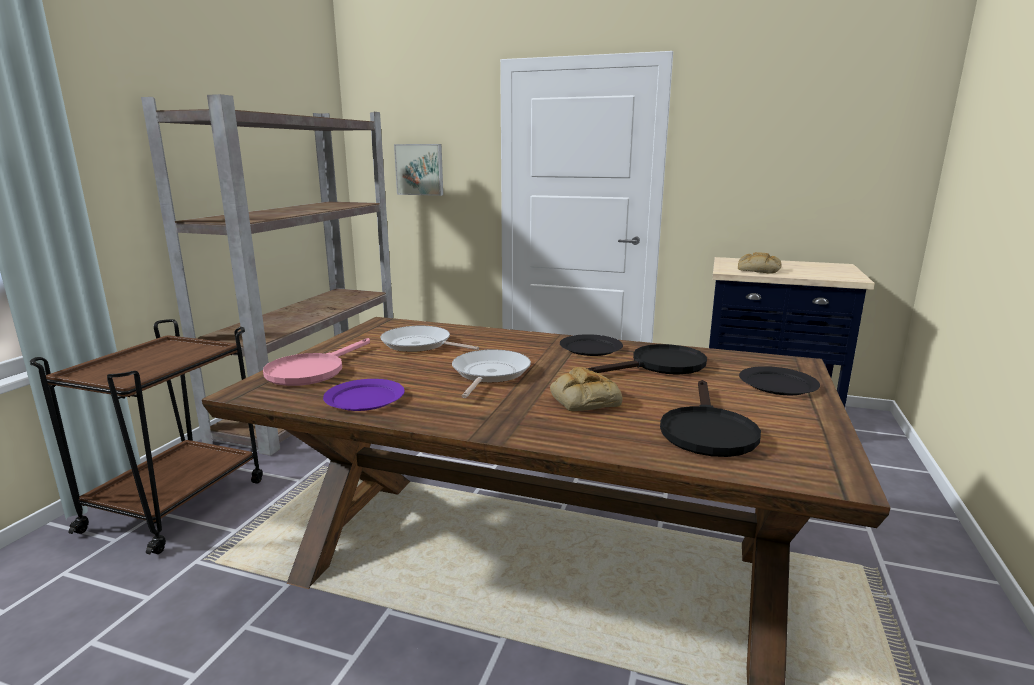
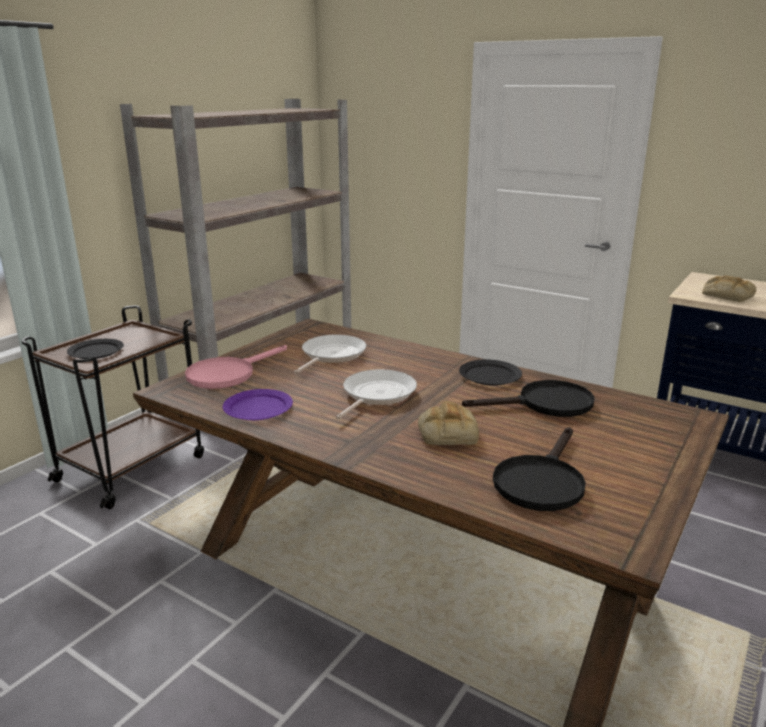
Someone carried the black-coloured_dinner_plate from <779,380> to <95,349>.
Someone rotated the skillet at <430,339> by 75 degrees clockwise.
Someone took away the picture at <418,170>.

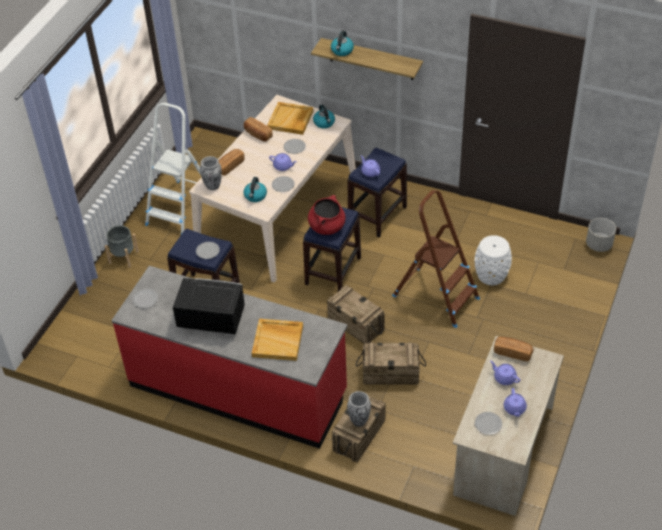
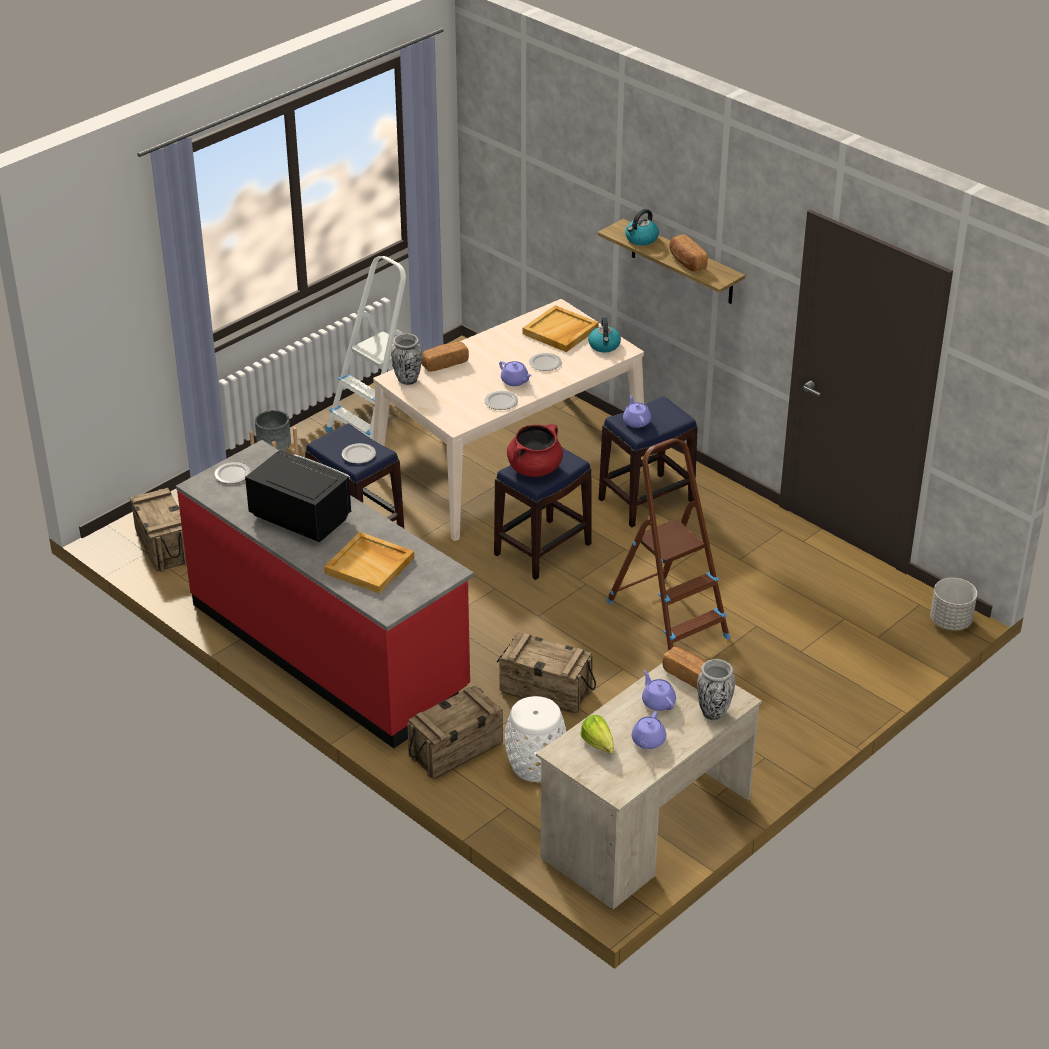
Someone carried the shipping_crate from <356,314> to <158,530>.
Someone carried the whitish_stool from <493,260> to <535,739>.
Someone swapped the dinner_plate at <488,423> for the lettuce at <597,734>.
Someone carried the bread from <258,129> to <688,253>.
Someone carried the vase from <359,409> to <716,689>.
Someone took away the tea_kettle at <255,189>.

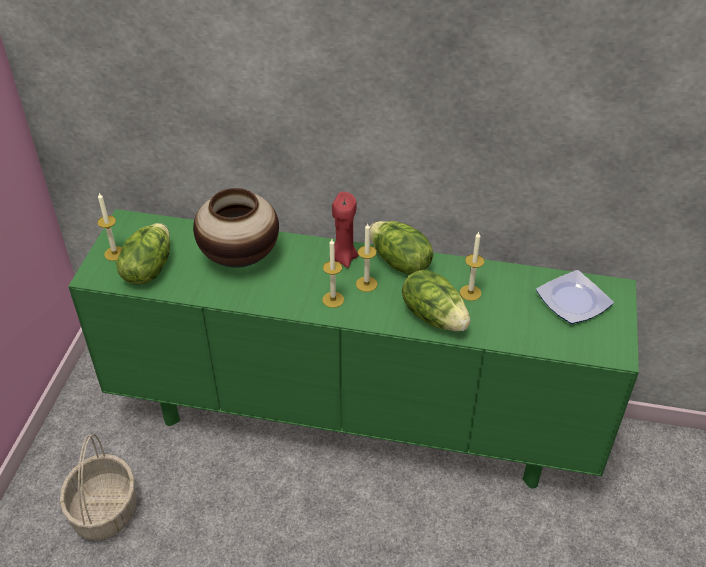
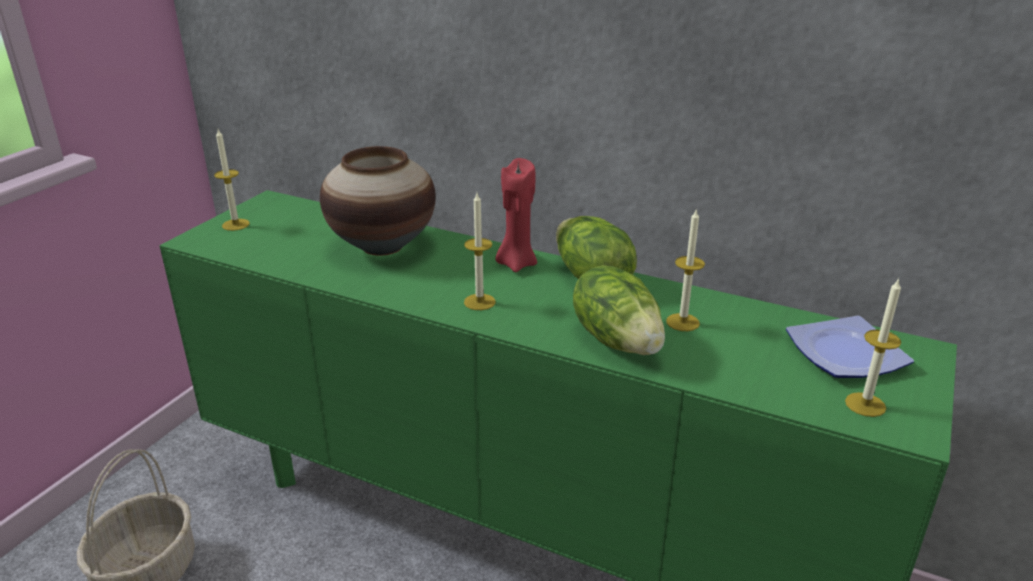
Someone carried the candle from <366,257> to <873,347>.
Someone took away the lettuce at <143,253>.

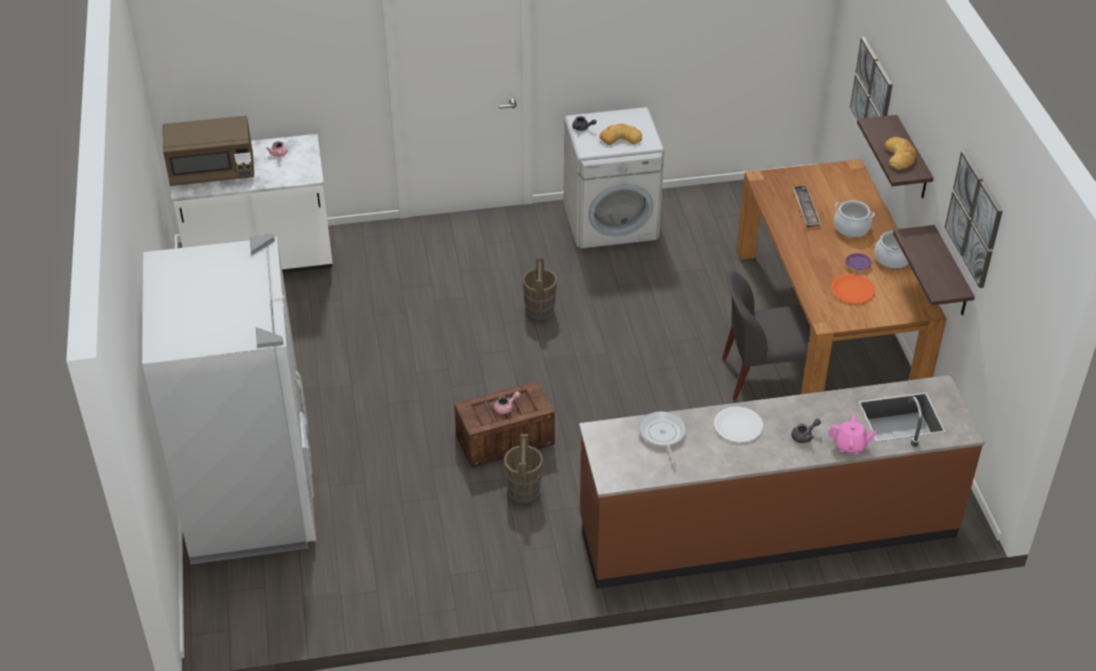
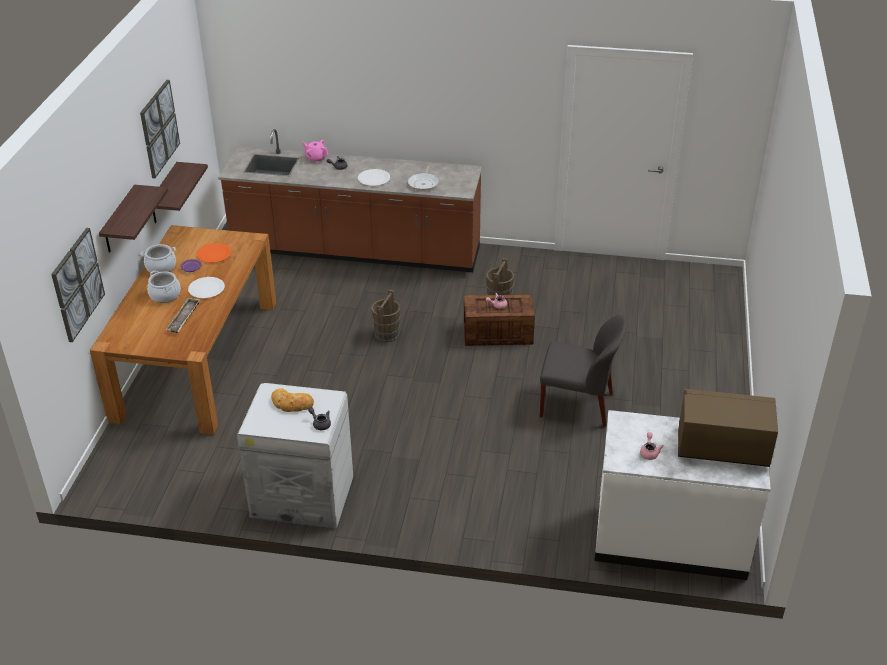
Someone put down the whitish_dinner_plate at <206,287>.
Someone carried the brownish_bucket from <539,288> to <385,316>.
Someone carried the gray_plain_chair from <766,335> to <583,371>.
Someone took away the whitish_fridge at <229,399>.
Someone took away the bread at <901,153>.

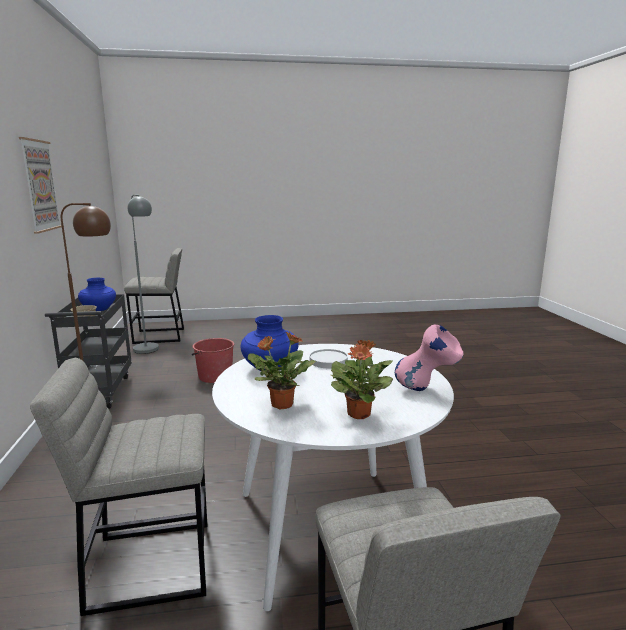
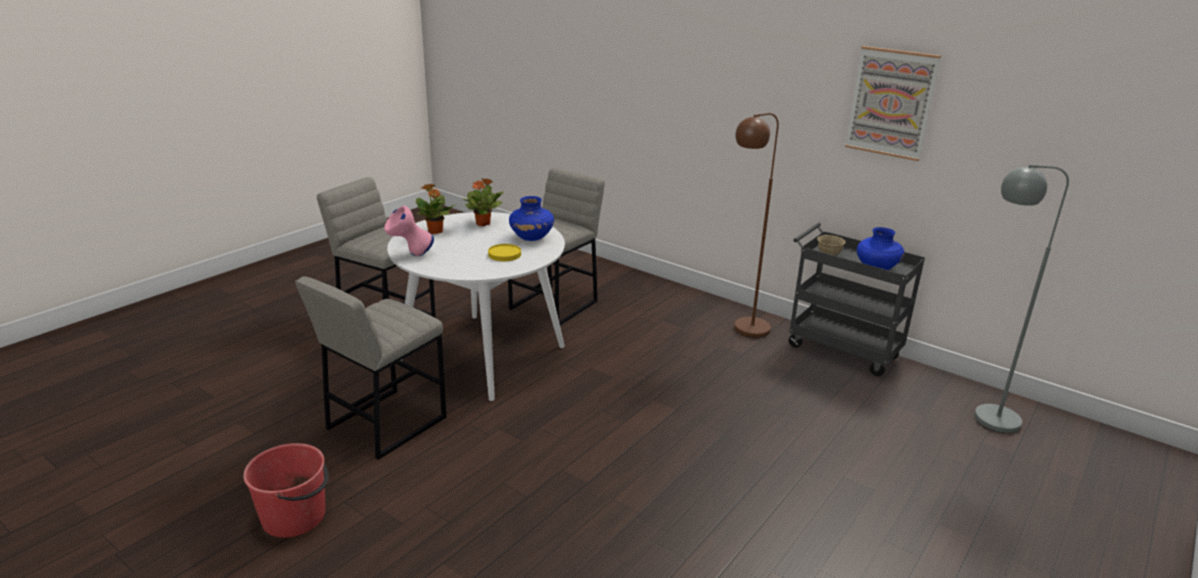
Someone carried the reddish_bucket from <213,360> to <286,490>.
Someone carried the gray_plain_chair from <154,296> to <370,368>.
Someone repainted the whitish_dinner_plate at <328,358>, which became the yellow-coloured_dinner_plate at <504,252>.

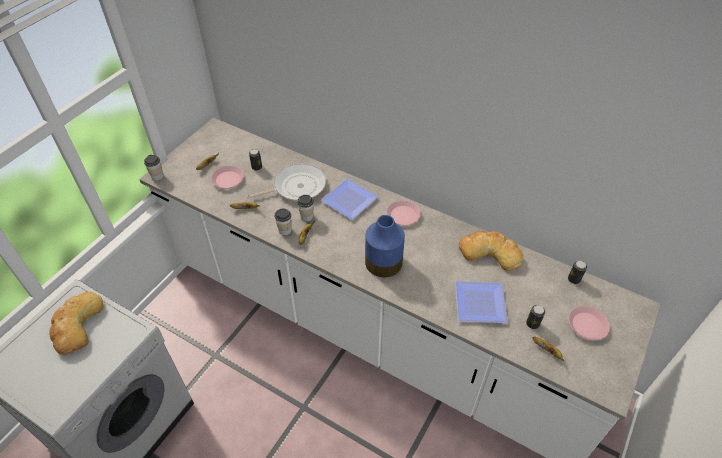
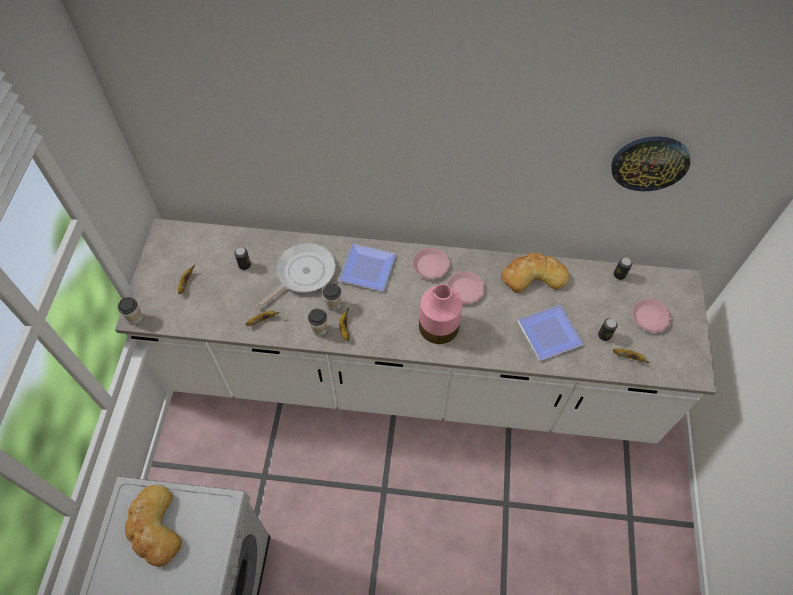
Someone repainted the blue_vase at <385,246>, which became the pink_vase at <441,314>.
Someone carried the pink_dinner_plate from <227,177> to <466,287>.
Someone put up the clock_on_the_wall at <650,163>.

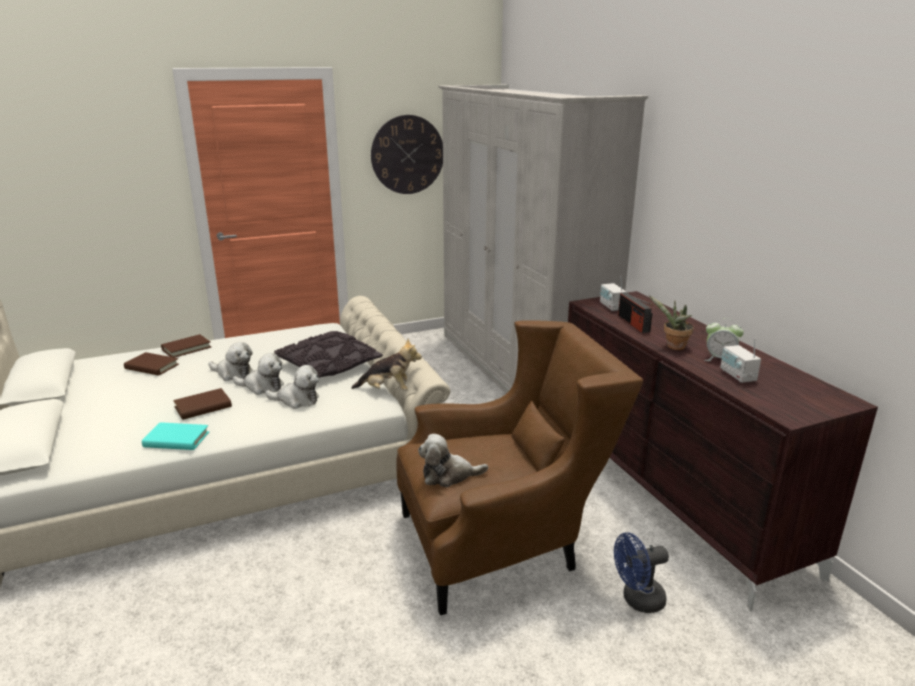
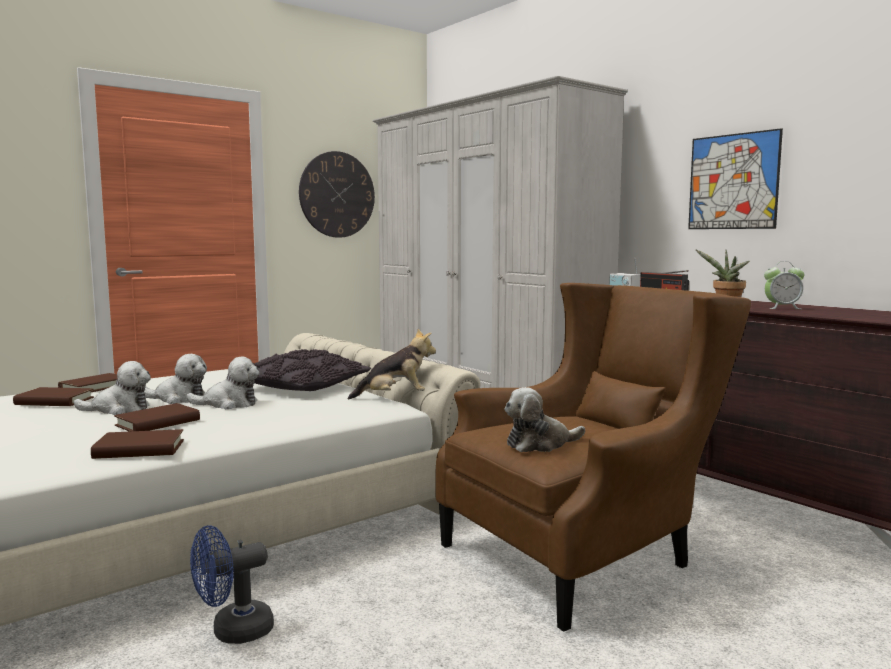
Someone carried the cuddly_toy from <292,387> to <112,388>.
Someone repainted the turquoise-coloured_bound_book at <175,436>, which became the brownish_bound_book at <137,444>.
Someone carried the blue_cooling_fan from <641,573> to <232,584>.
Someone put up the picture at <735,178>.
Someone took away the radio at <740,360>.

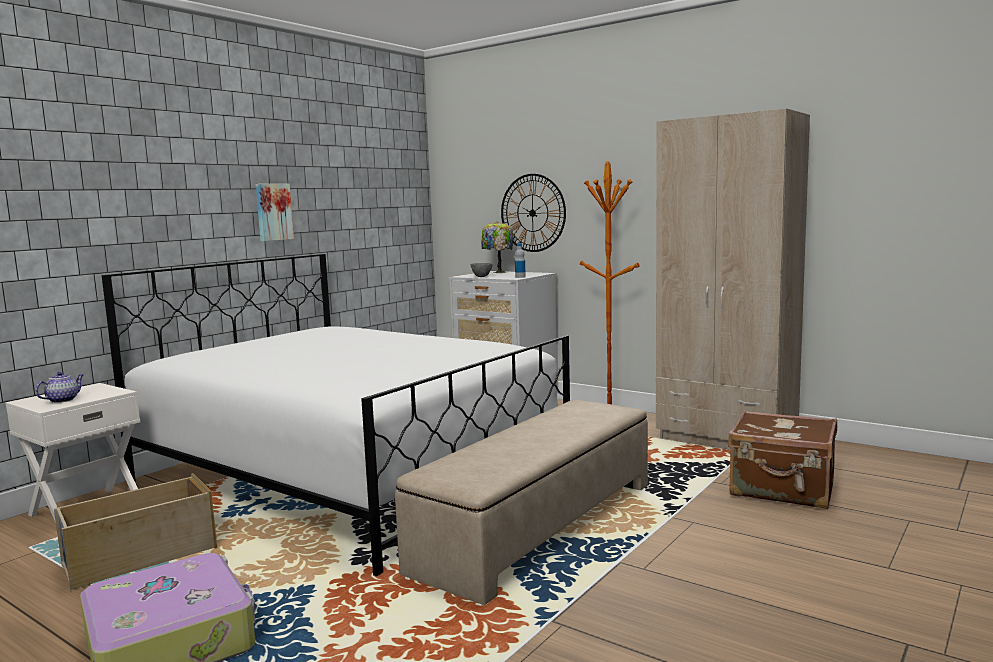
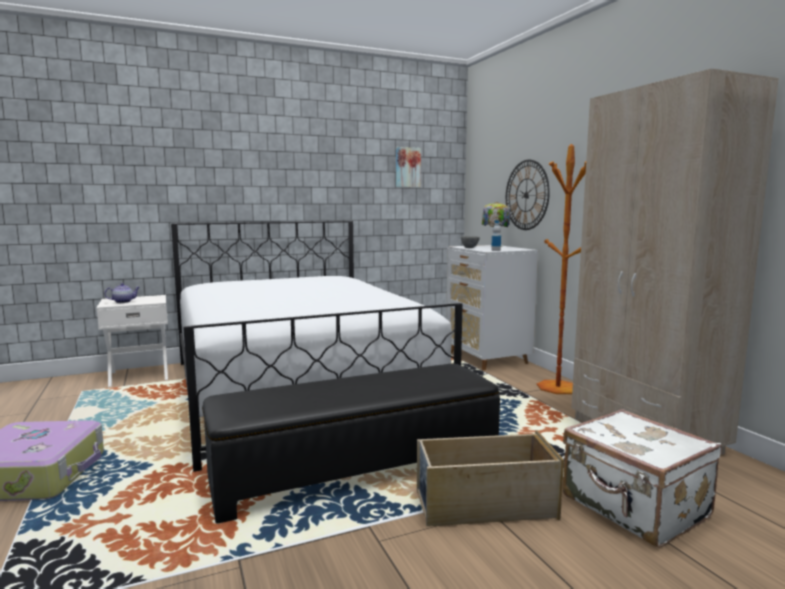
Someone repainted the beige-coloured_bench at <521,502>, which became the black-coloured_bench at <351,443>.
Someone carried the picture from <275,212> to <408,167>.
Someone carried the beige-coloured_storage_bin from <135,531> to <490,478>.
Someone repainted the brownish_piece_of_luggage at <782,459>, which became the whitish_piece_of_luggage at <642,478>.

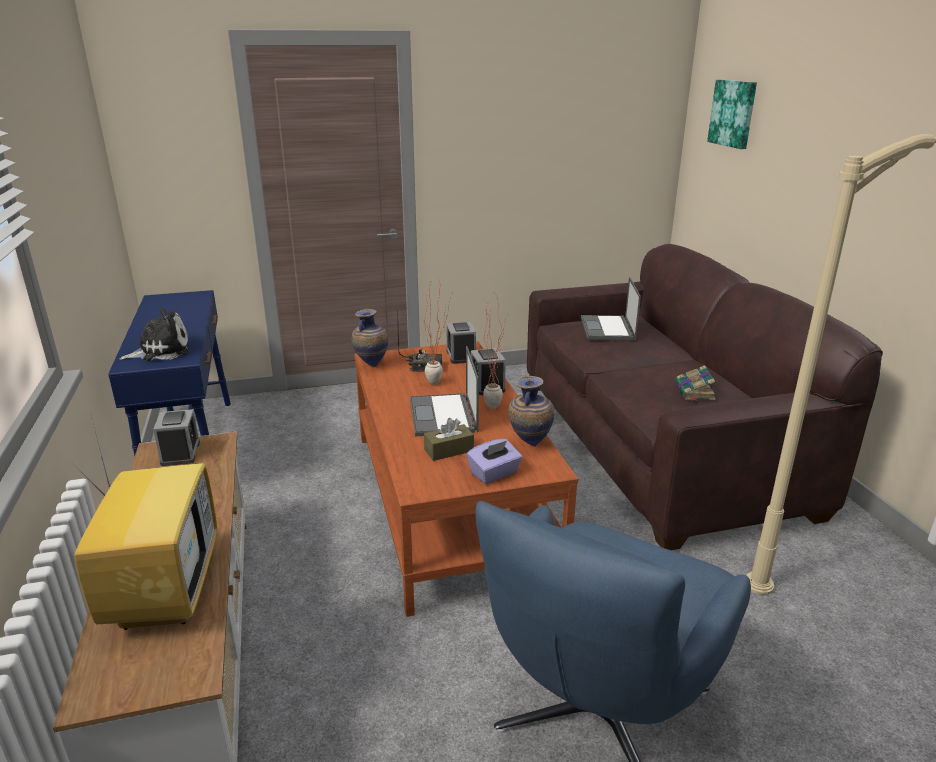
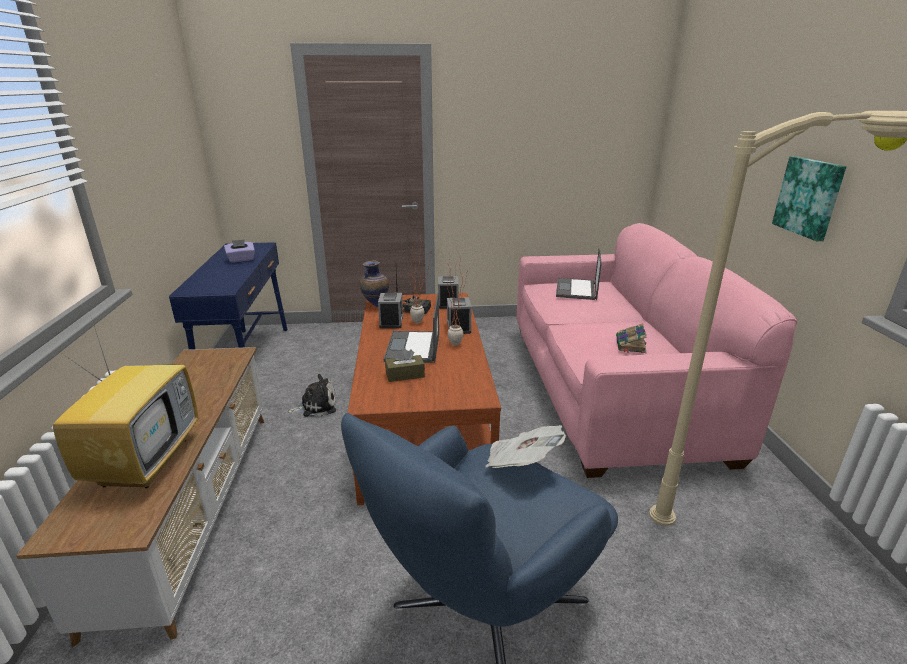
Someone carried the purple-coloured_tissue_holder from <494,461> to <239,251>.
Someone carried the cuddly_toy from <154,334> to <311,395>.
Someone carried the table_clock from <176,437> to <390,311>.
Someone put down the printed_paper at <525,446>.
Someone repainted the brownish_couch at <705,397>, which became the pink_couch at <656,350>.
Someone carried the picture from <732,114> to <809,198>.
Someone took away the vase at <531,411>.

